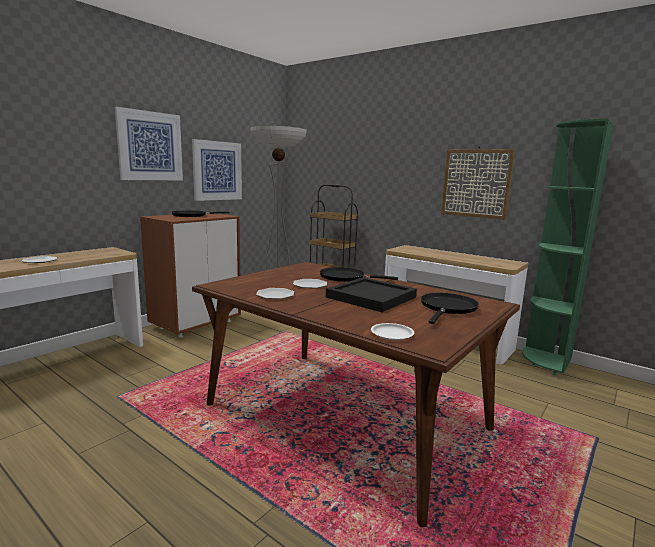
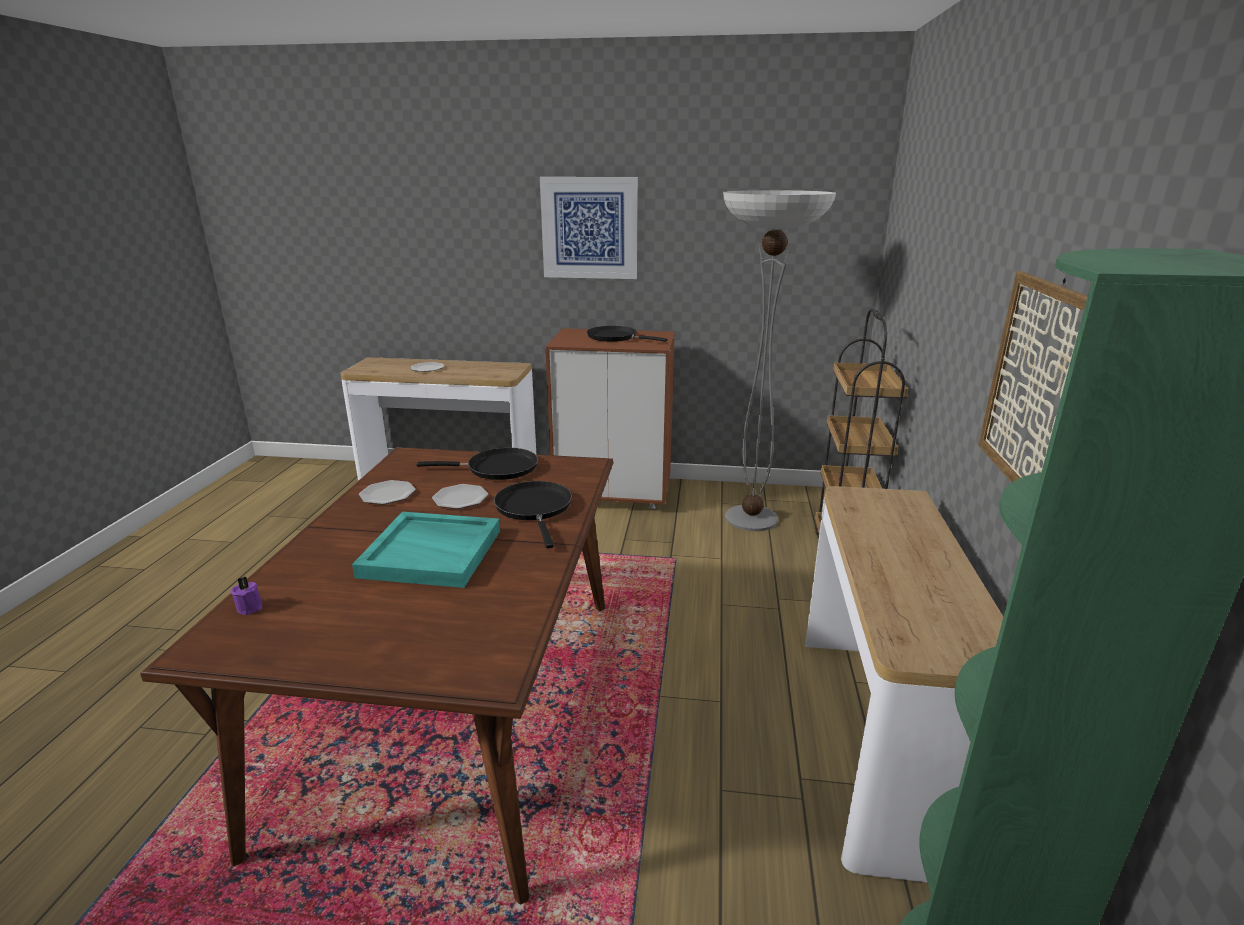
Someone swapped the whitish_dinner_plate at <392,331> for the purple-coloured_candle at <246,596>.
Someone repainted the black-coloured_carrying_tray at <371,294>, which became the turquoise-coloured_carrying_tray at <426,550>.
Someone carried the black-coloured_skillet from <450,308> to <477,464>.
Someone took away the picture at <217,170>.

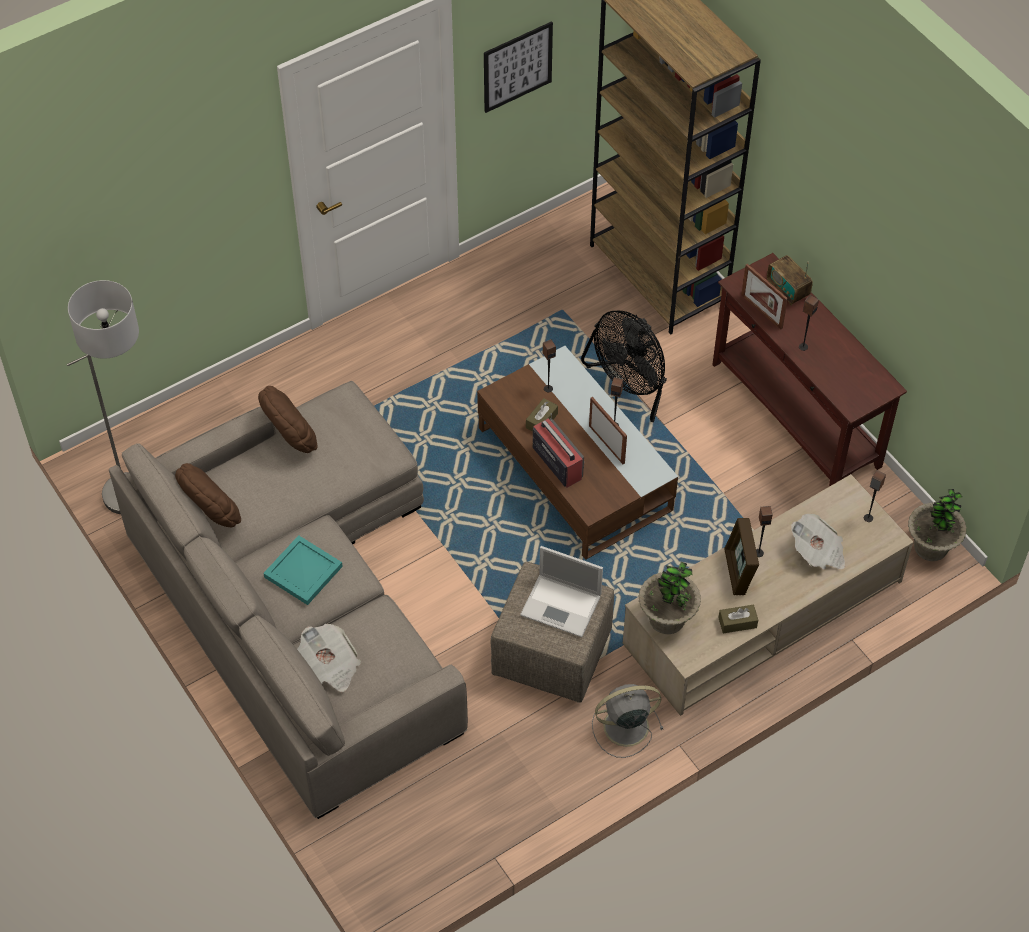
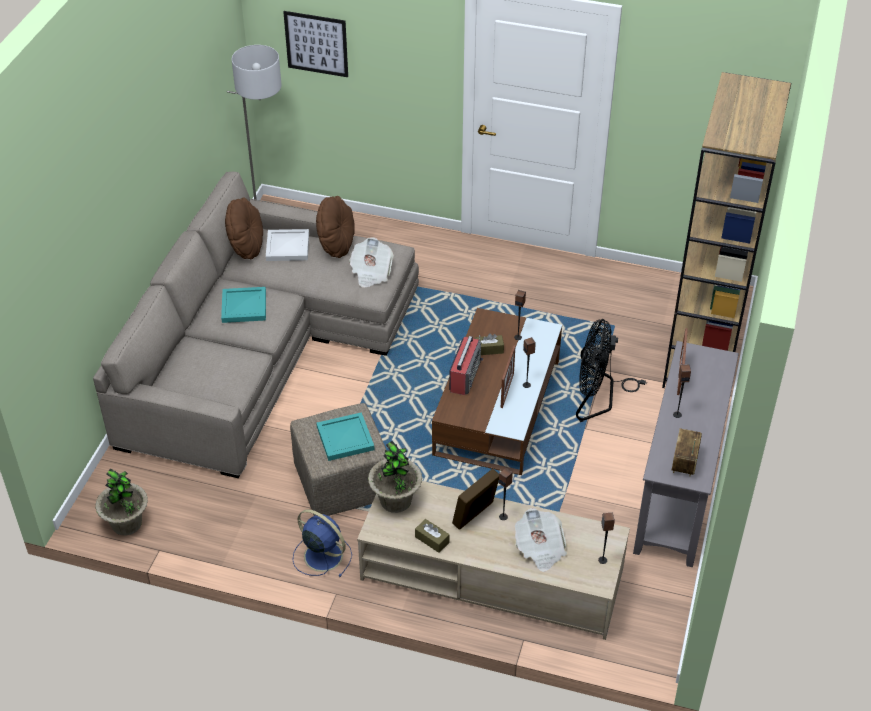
Someone carried the houseplant from <937,525> to <121,502>.
Someone put down the whitish_carrying_tray at <287,245>.
Someone carried the picture from <518,67> to <315,44>.
Someone repainted the gray_cooling_fan at <628,721>, which became the blue_cooling_fan at <322,543>.
Someone swapped the laptop at <561,591> for the turquoise-coloured_carrying_tray at <345,436>.
Someone carried the printed_paper from <329,658> to <371,262>.
Someone repainted the brownish_console_table at <809,370>, which became the gray_console_table at <686,454>.
Someone carried the radio from <790,280> to <687,452>.

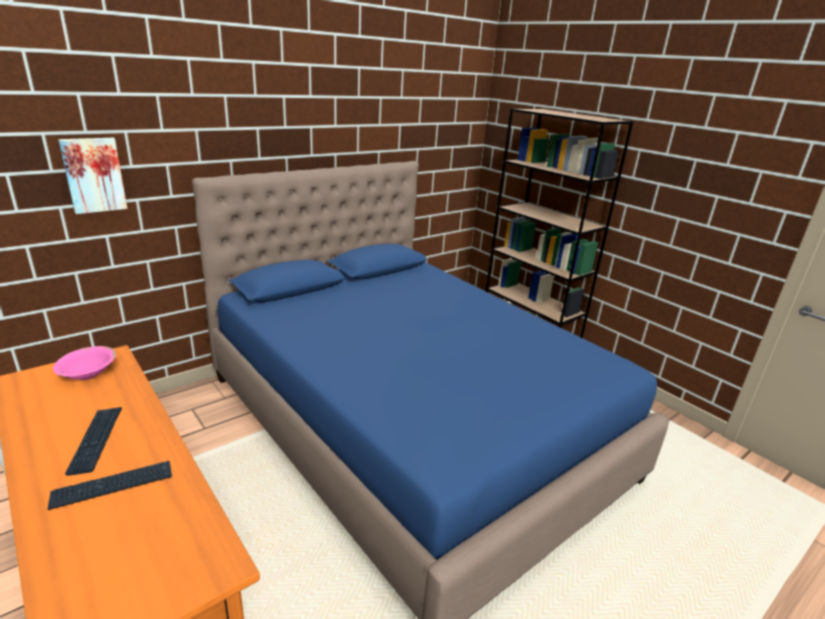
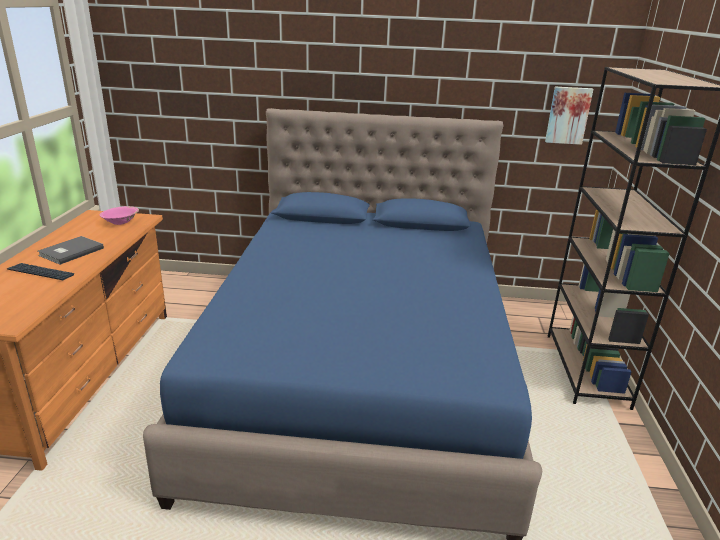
Someone swapped the computer_keyboard at <93,441> for the gray_bound_book at <71,250>.
Someone carried the picture from <93,176> to <569,116>.

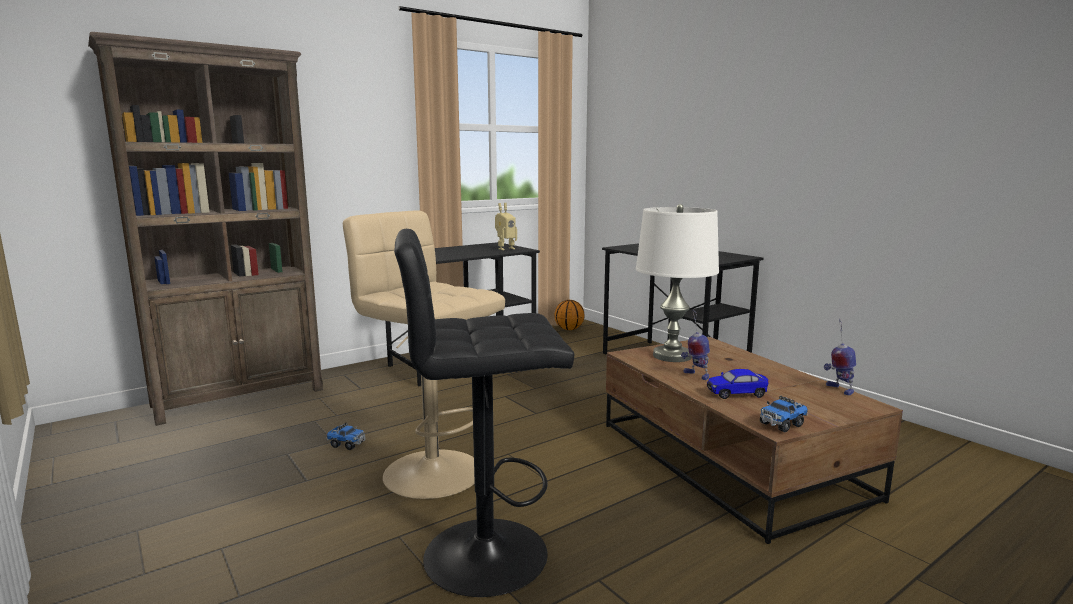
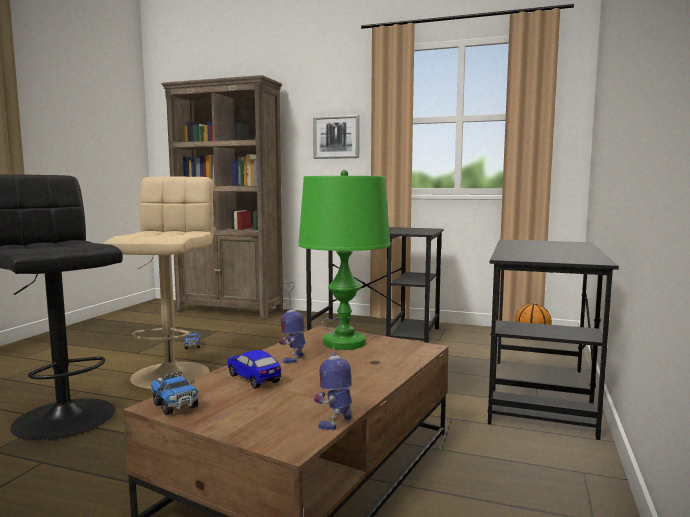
Someone rotated the toy_truck at <784,414> by 150 degrees counterclockwise.
Someone repainted the whitish_table_lamp at <677,283>, which became the green-coloured_table_lamp at <344,260>.
Someone put up the picture at <336,137>.
Someone took away the model_robot at <506,226>.

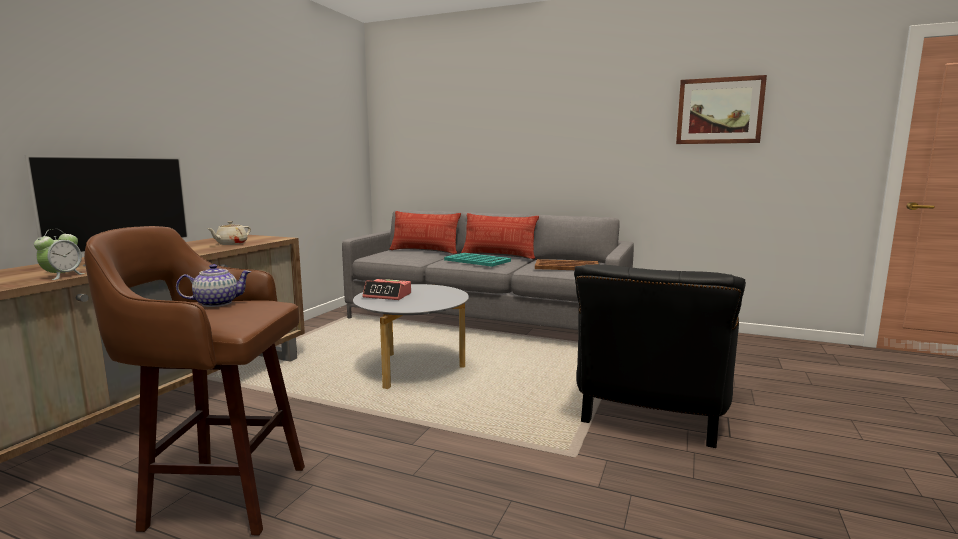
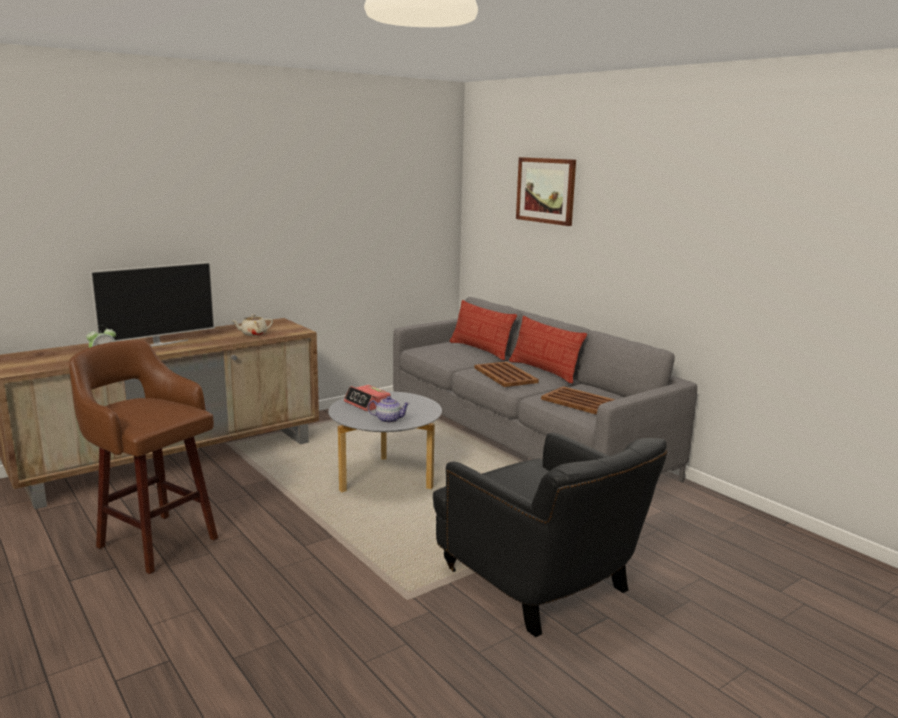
Someone carried the tea_pot from <213,285> to <389,409>.
Someone rotated the black-coloured_lounge_chair at <660,356> by 90 degrees counterclockwise.
Someone repainted the turquoise-coloured_carrying_tray at <477,260>, which became the brownish_carrying_tray at <506,374>.
Someone carried the picture from <721,109> to <546,191>.

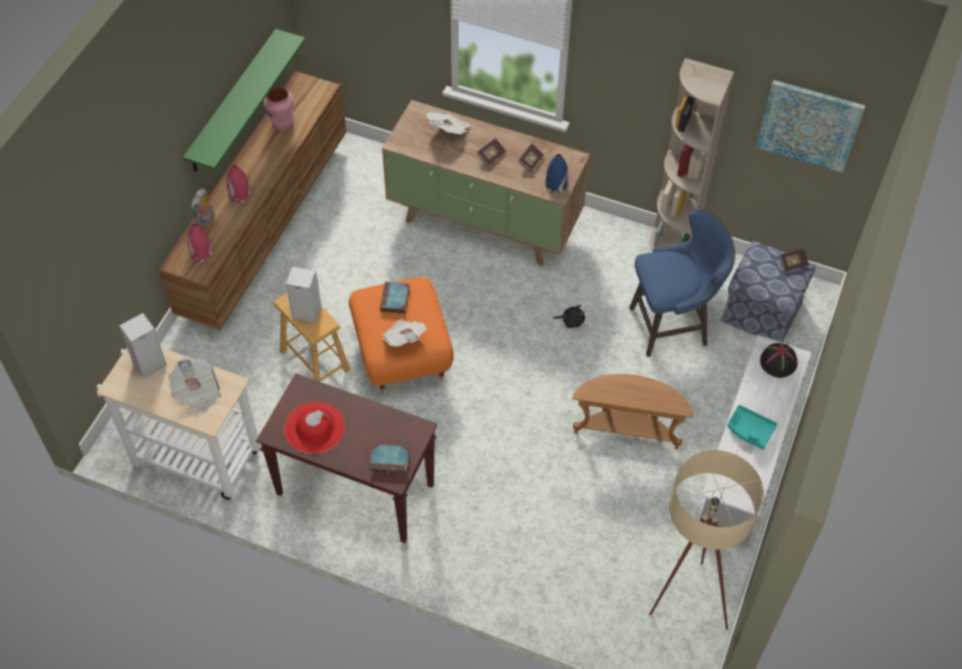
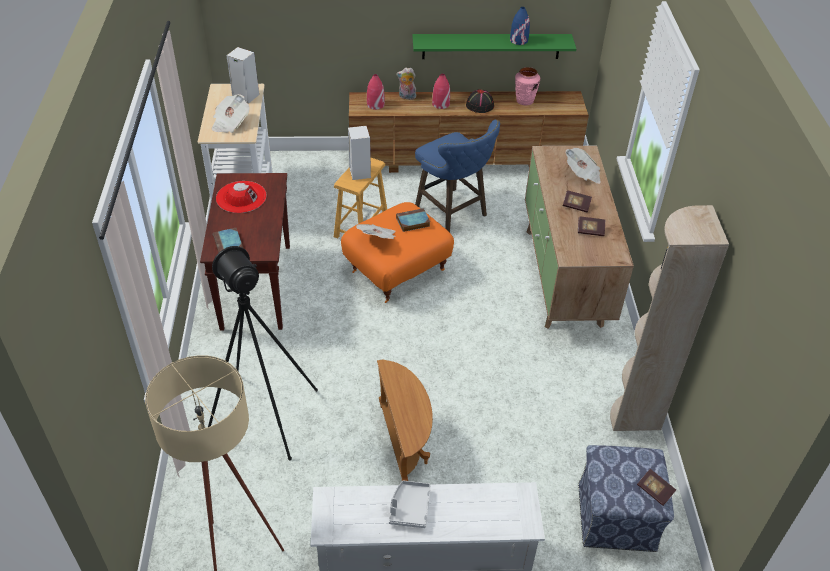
Someone put down the black-coloured_standard_lamp at <263,353>.
Someone repainted the turquoise-coloured_carrying_tray at <752,427>, which became the gray_carrying_tray at <410,504>.
Someone carried the blue_stool from <682,283> to <457,176>.
Someone carried the black-coloured_hat from <779,360> to <480,101>.
Someone carried the blue_vase from <557,173> to <520,26>.
Someone took away the black-coloured_cuddly_toy at <569,316>.
Someone took away the picture at <810,126>.

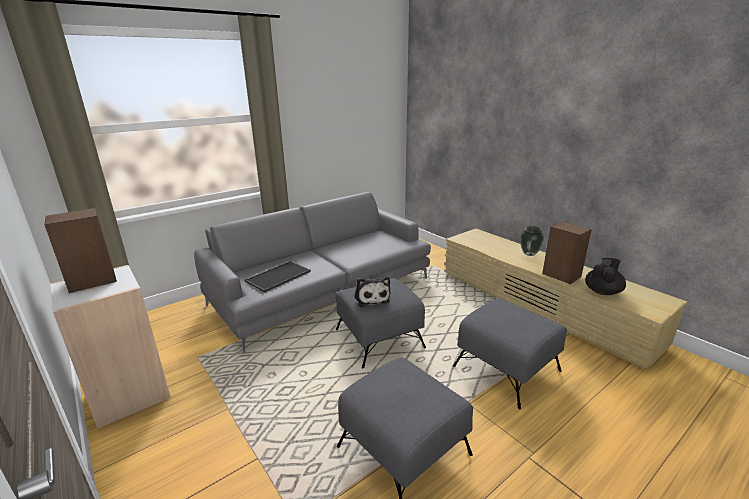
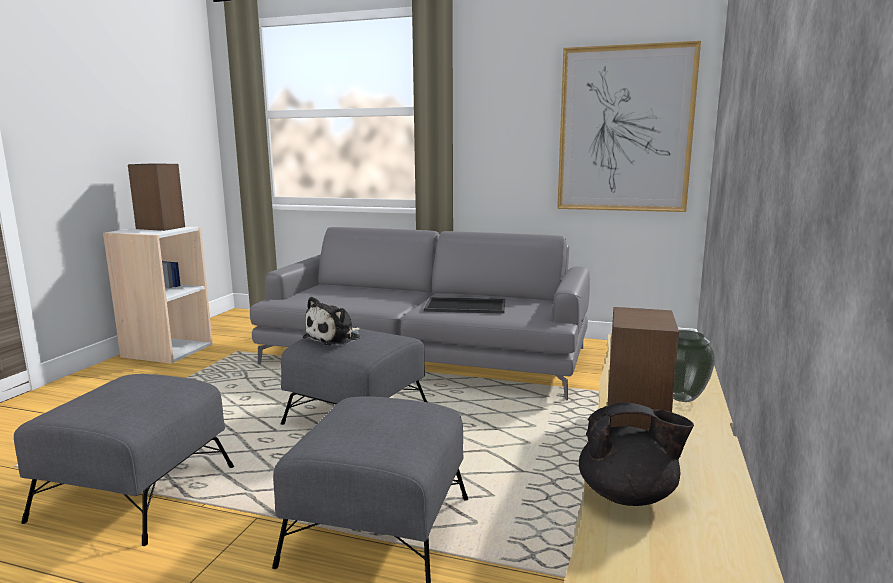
Someone carried the carrying_tray from <277,276> to <464,305>.
Someone put up the picture at <629,126>.

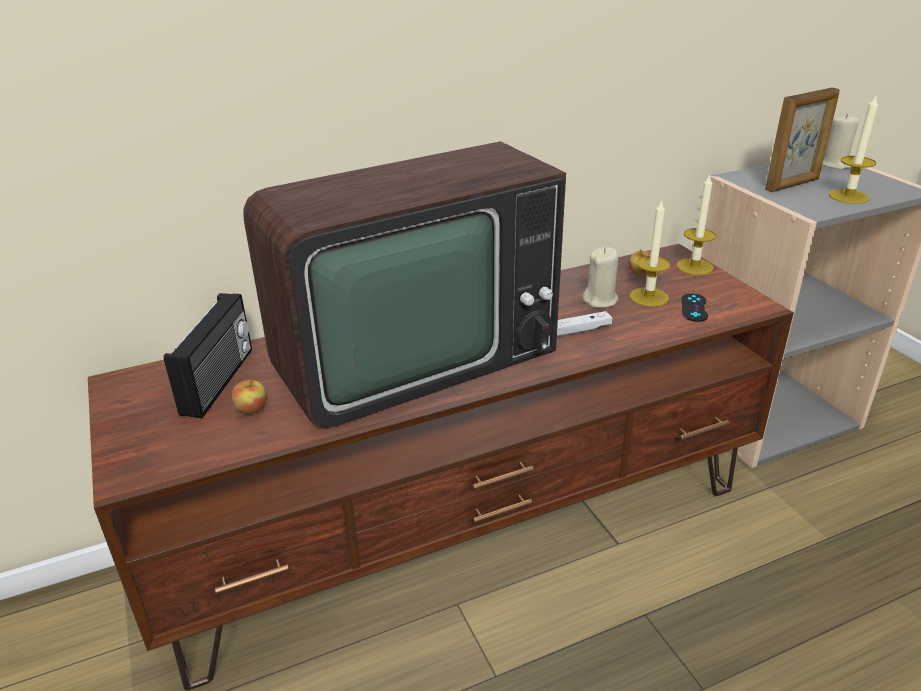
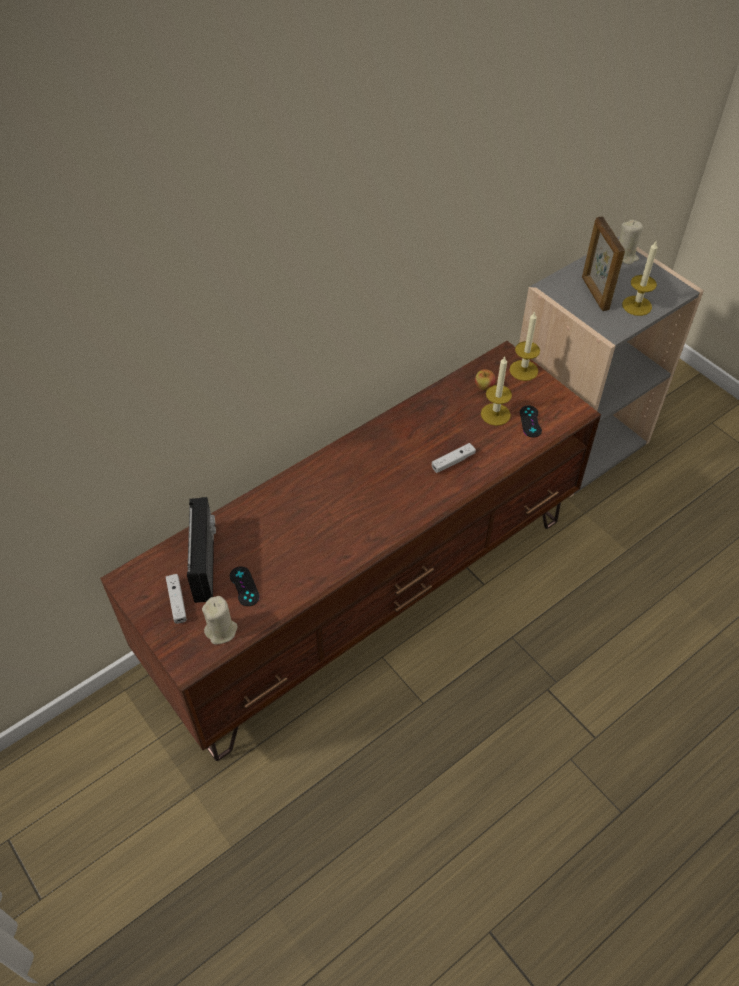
Someone put down the whitish_joypad at <176,599>.
Someone carried the beige-coloured_candle from <600,277> to <220,620>.
Someone swapped the apple at <249,396> for the black-coloured_joypad at <245,586>.
Someone rotated the picture_frame at <802,139> by 120 degrees clockwise.
Someone took away the TV at <404,284>.

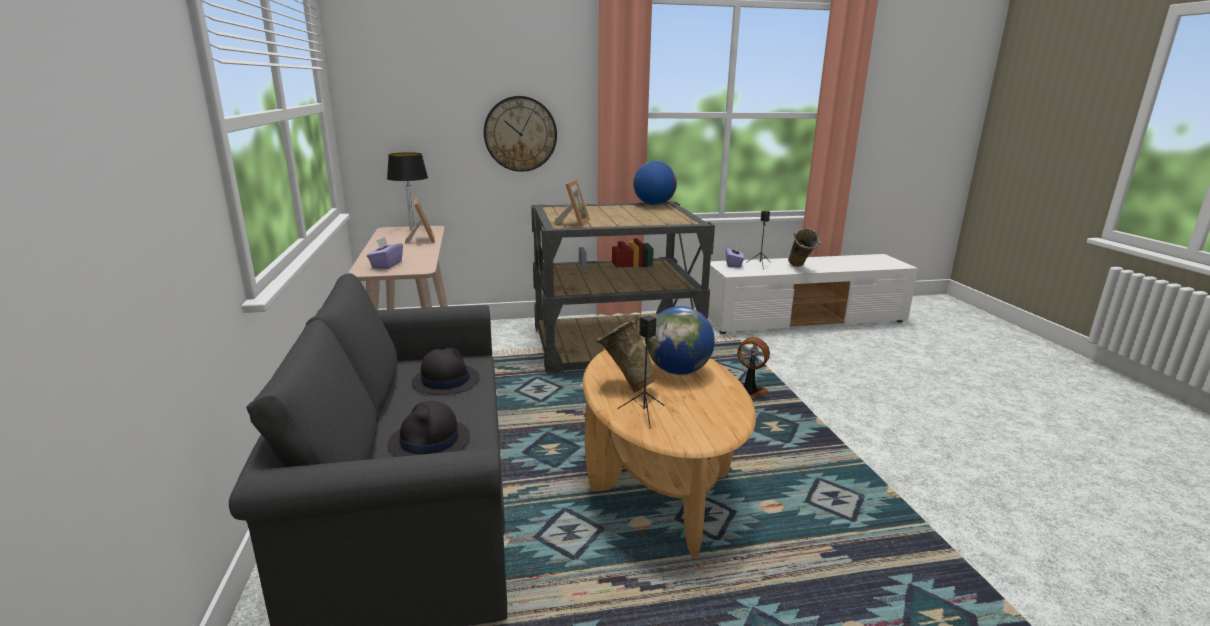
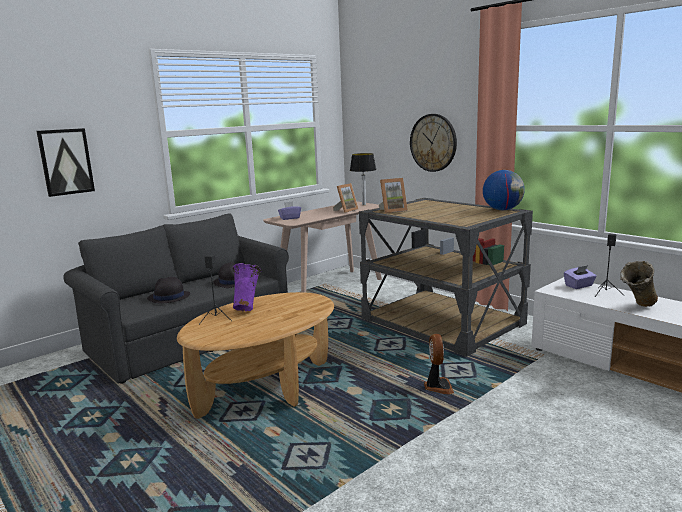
Someone put up the picture at <65,162>.
Someone repainted the beige-coloured_vase at <627,356>, which became the purple-coloured_vase at <247,287>.
Someone took away the world_globe at <680,340>.

